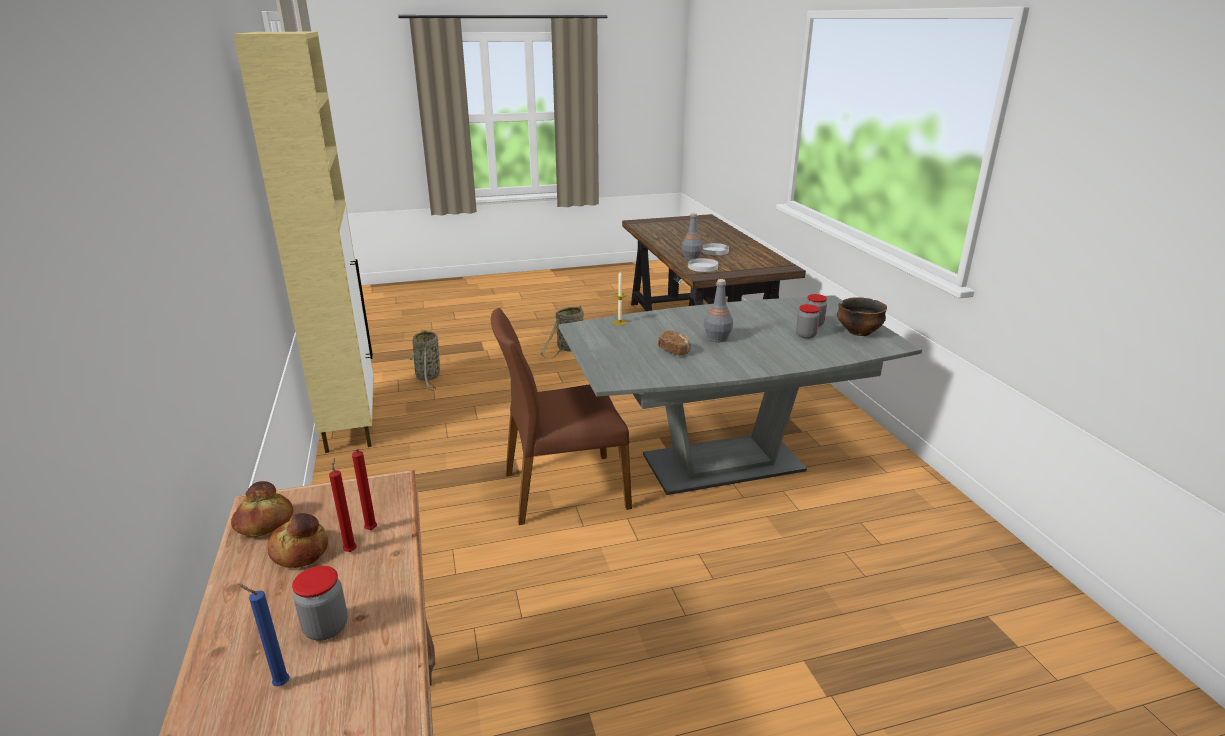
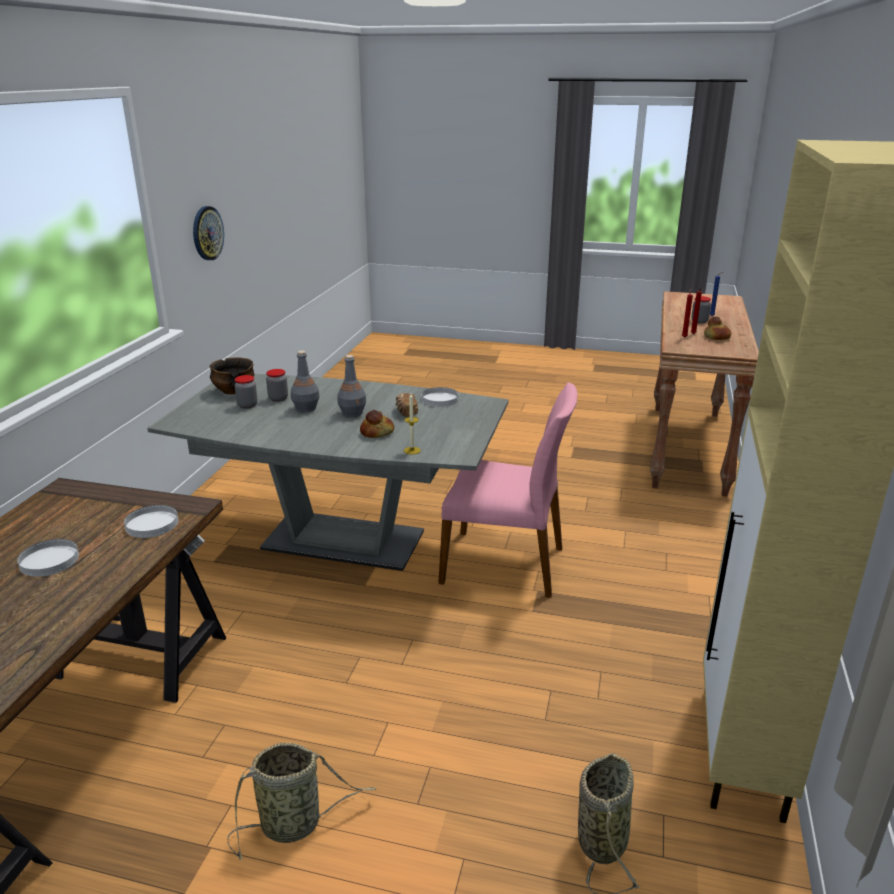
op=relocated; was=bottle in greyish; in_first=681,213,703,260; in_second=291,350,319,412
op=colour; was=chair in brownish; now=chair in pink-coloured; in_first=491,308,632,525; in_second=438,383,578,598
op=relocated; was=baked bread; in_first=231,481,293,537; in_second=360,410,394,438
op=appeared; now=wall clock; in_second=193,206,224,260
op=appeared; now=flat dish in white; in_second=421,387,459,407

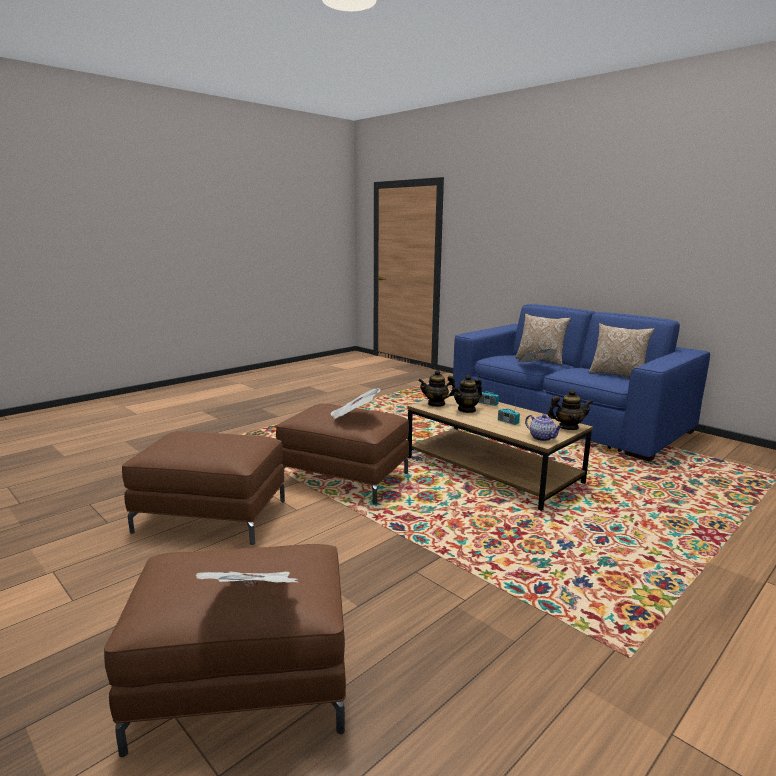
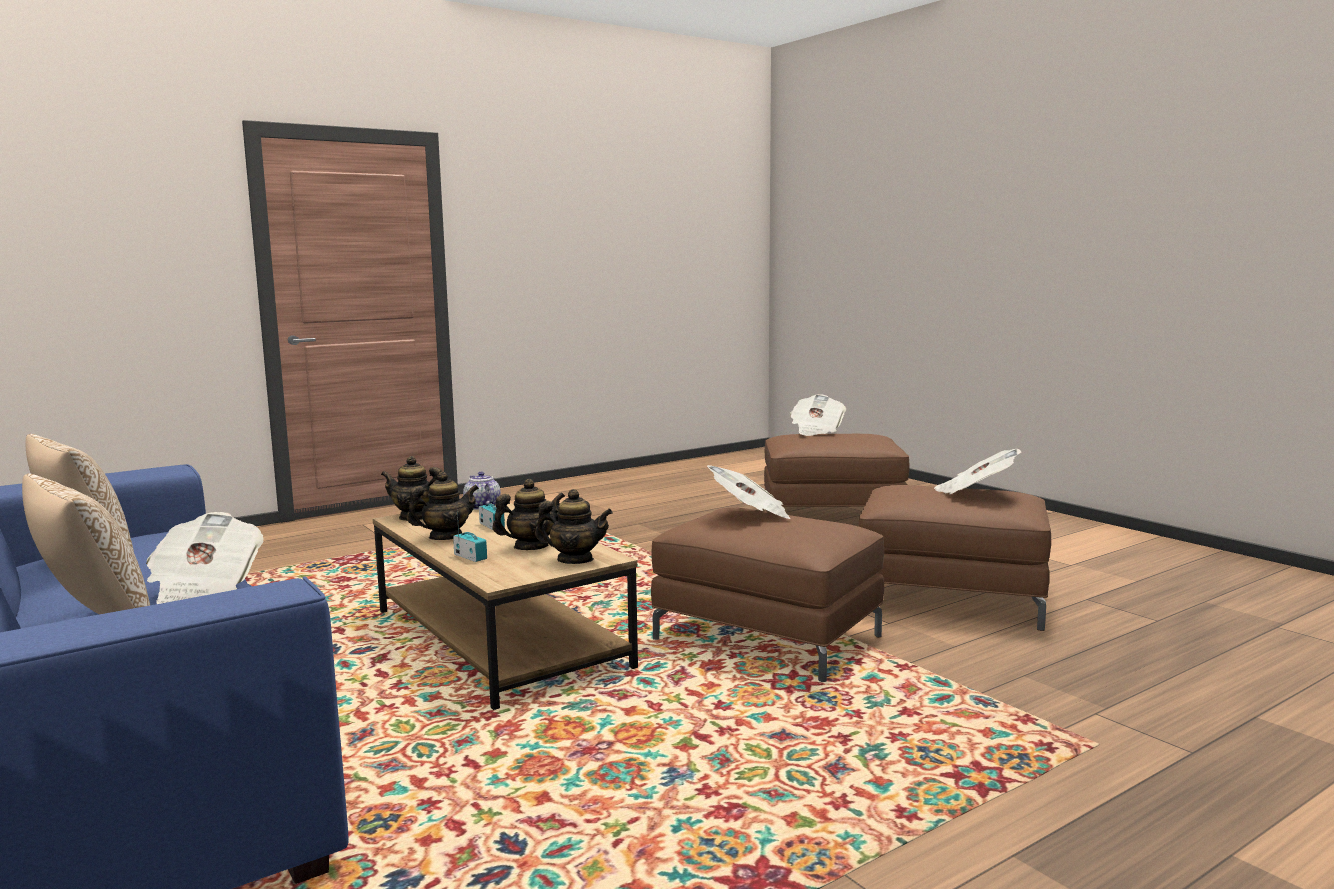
op=appeared; now=printed paper; in_second=934,449,1022,494
op=appeared; now=tea pot; in_second=407,472,479,540

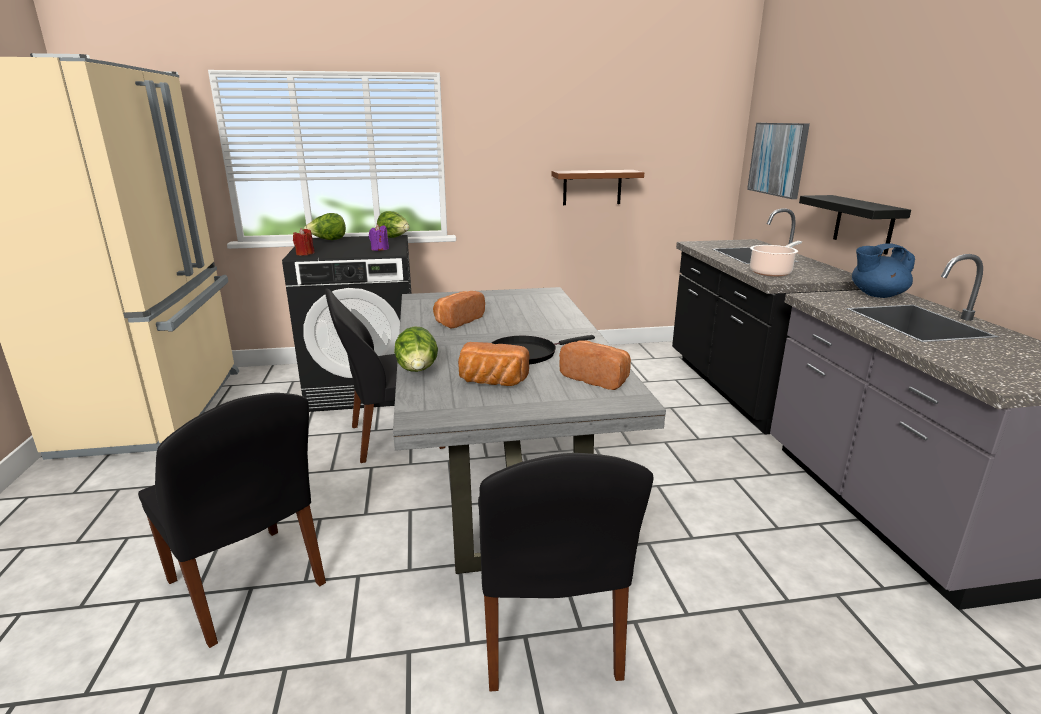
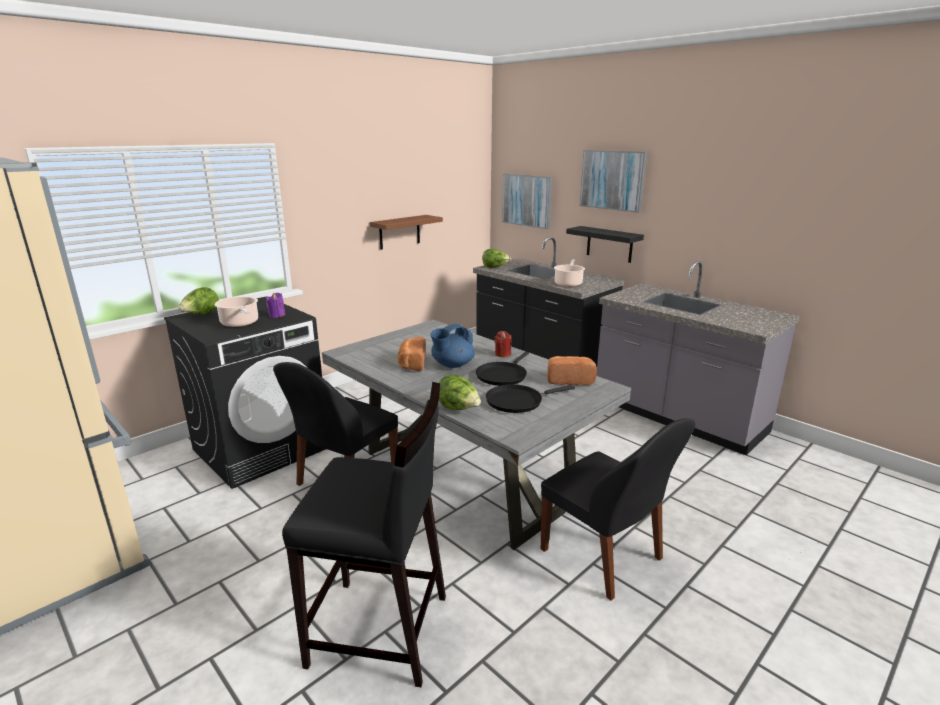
op=relocated; was=lettuce; in_first=377,211,410,238; in_second=482,249,511,268
op=relocated; was=candle in reddish; in_first=293,228,314,255; in_second=494,331,512,357
op=relocated; was=tea pot in bluish; in_first=852,243,915,298; in_second=430,324,475,368
op=exchanged; was=baked bread; now=frying pan in black; in_first=458,342,530,386; in_second=486,384,575,413
op=exchanged; was=chair in black; now=stool in black; in_first=138,393,326,648; in_second=282,382,446,687
op=appeared; now=wall art; in_second=580,150,647,213
op=appeared; now=saucepot; in_second=214,296,258,327

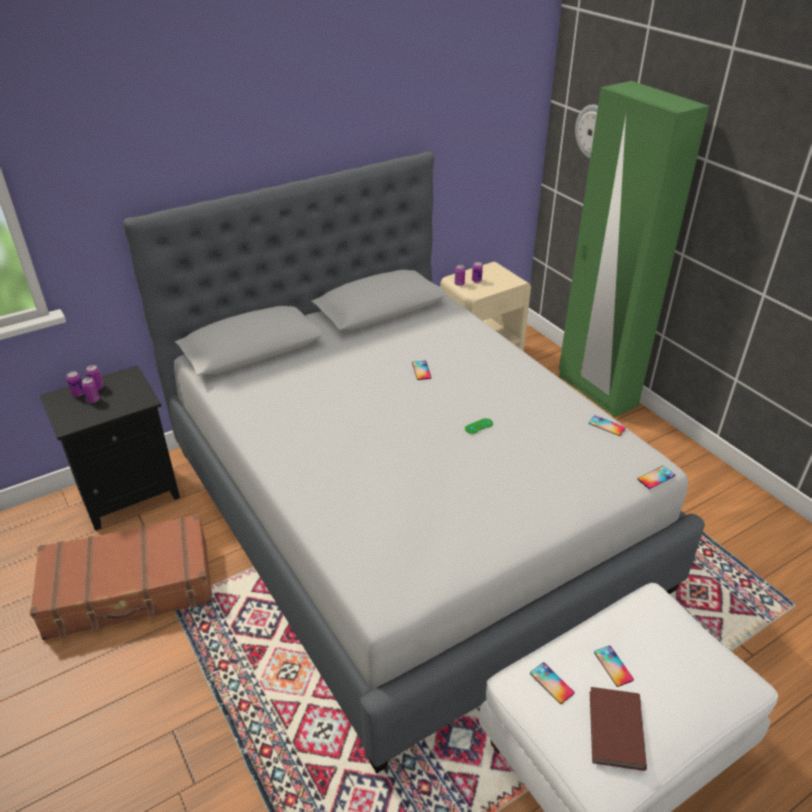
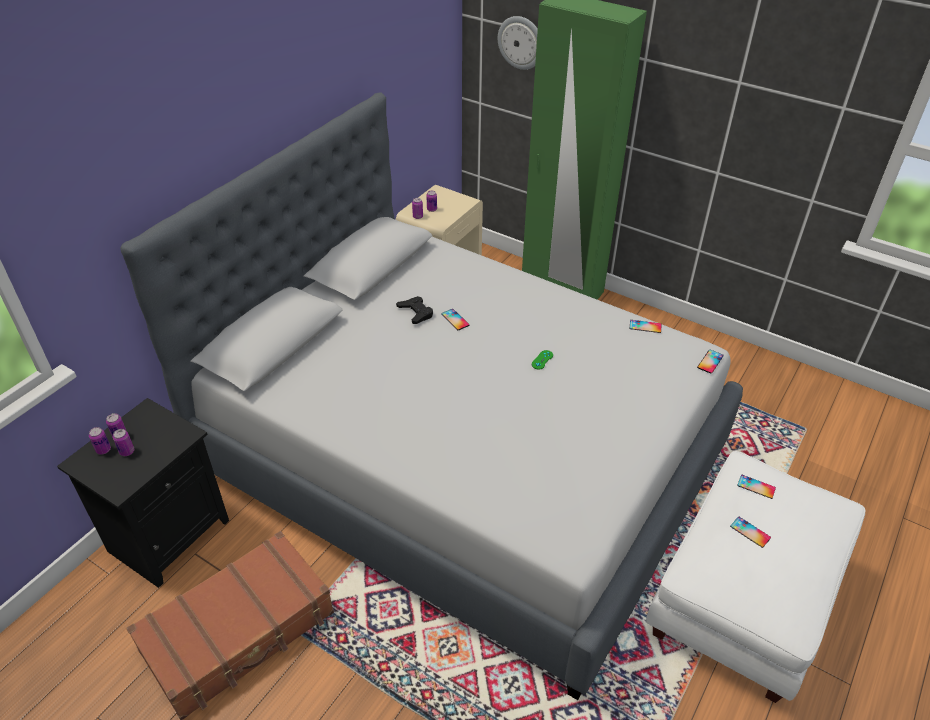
op=relocated; was=handset; in_first=530,662,575,704; in_second=737,475,776,499
op=missing; was=book in brownish; in_first=590,687,647,771
op=appeared; now=gamepad in black; in_second=396,296,433,324

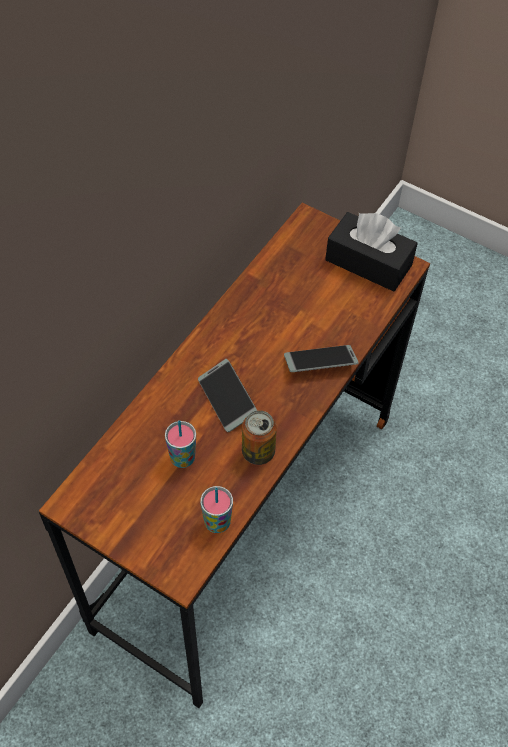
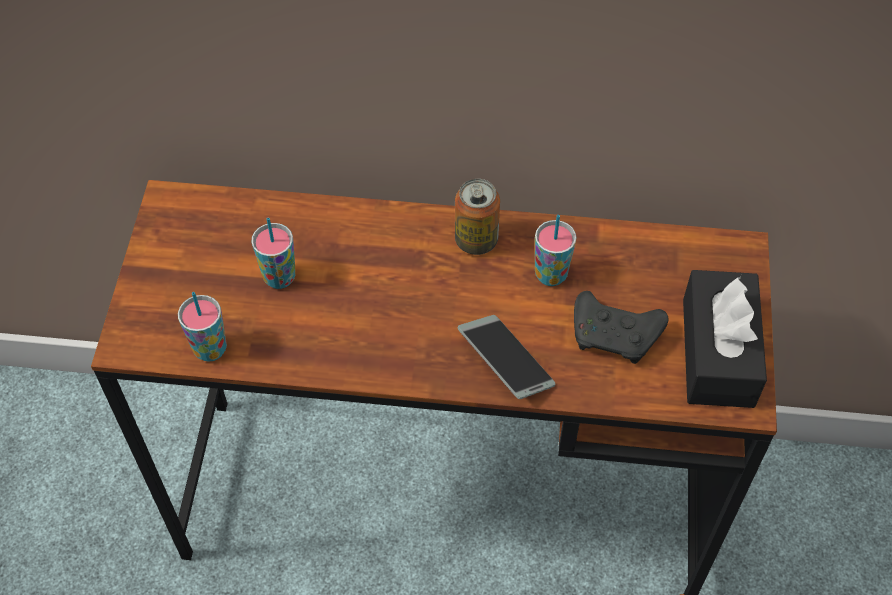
op=missing; was=handset; in_first=198,359,257,432
op=relocated; was=sealed can; in_first=242,410,277,465; in_second=455,179,500,255
op=appeared; now=small cup; in_second=535,215,577,286
op=appeared; now=gamepad in black; in_second=574,291,668,364

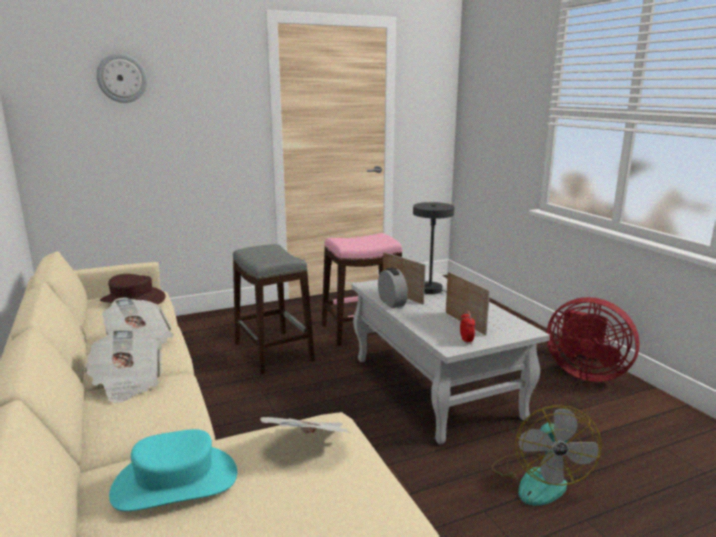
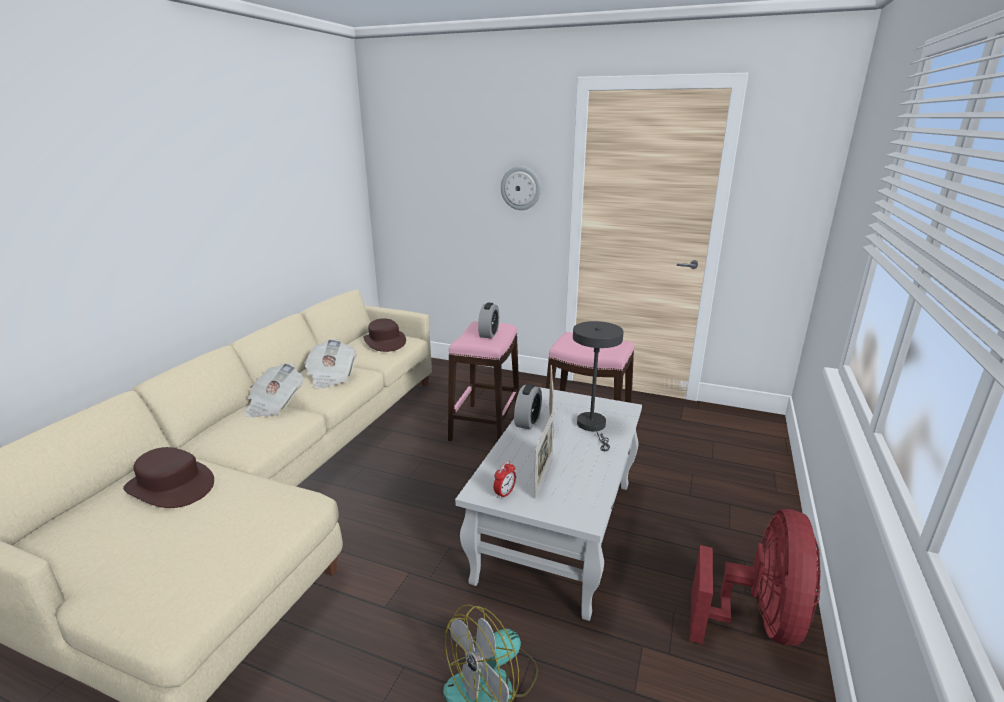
op=relocated; was=wall clock; in_first=96,53,147,103; in_second=501,166,541,210
op=colour; was=stool in greyish; now=stool in pink-coloured; in_first=233,244,315,375; in_second=448,321,519,441
op=spun; was=electric fan in reddish; in_first=546,297,639,382; in_second=690,509,820,646; clockwise=-150
op=missing; was=printed paper; in_first=260,417,350,434
op=colour; was=hat in blue-green; now=hat in brownish; in_first=109,429,237,511; in_second=123,447,214,508
op=appeared; now=table clock; in_second=478,303,499,338

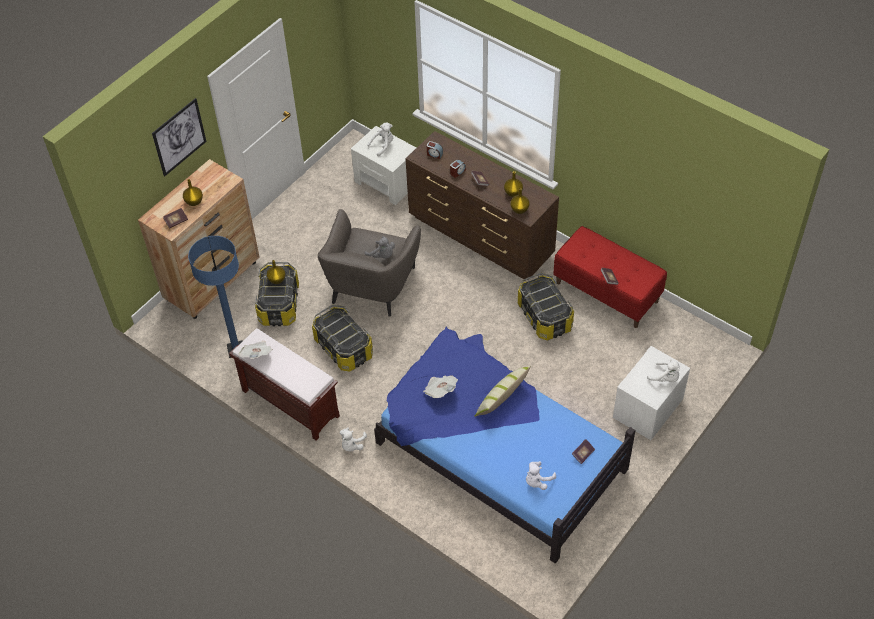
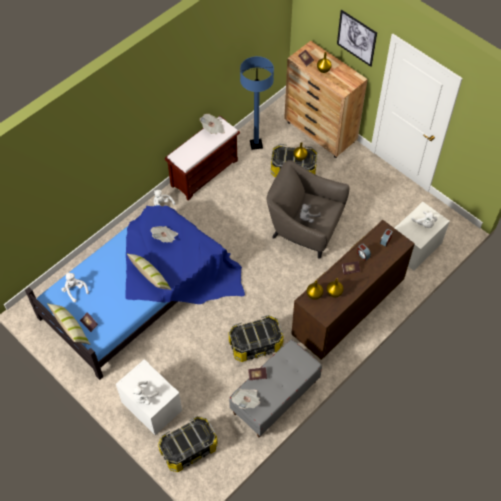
op=colour; was=indoor bench in reddish; now=indoor bench in greyish; in_first=553,226,667,328; in_second=229,339,322,437
op=relocated; was=storage container; in_first=312,305,373,371; in_second=158,416,218,472
op=appeared; now=pillow; in_second=47,303,91,345
op=appeared; now=printed paper; in_second=232,389,260,409

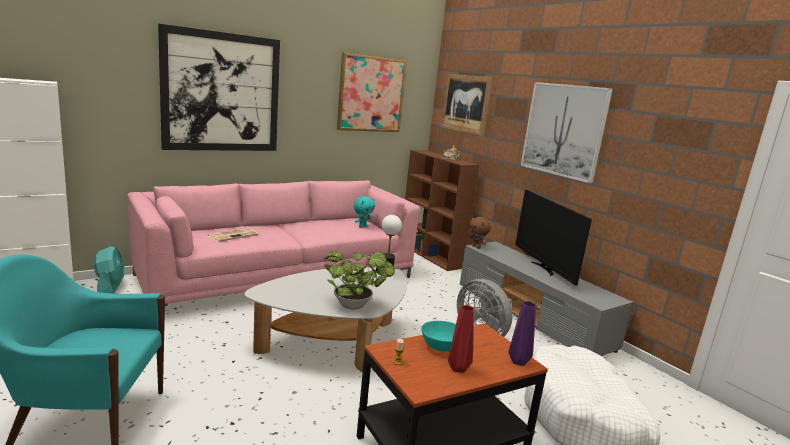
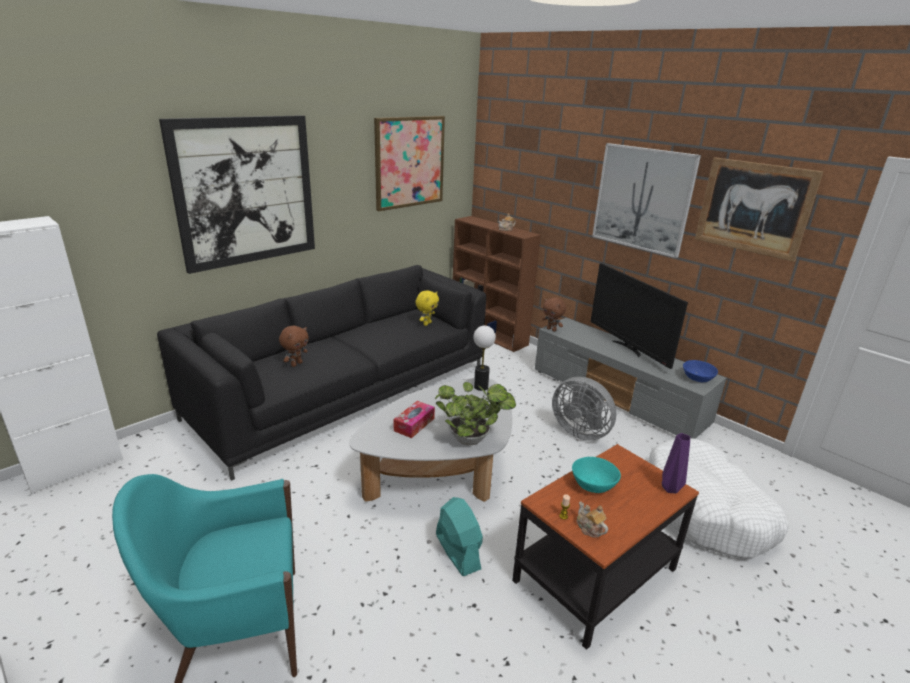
op=relocated; was=wall art; in_first=440,74,493,136; in_second=695,157,824,262
op=colour; was=settee in pink-coloured; now=settee in black; in_first=127,180,419,306; in_second=157,265,486,481
op=colour; was=soft toy in blue-green; now=soft toy in yellow; in_first=354,196,375,228; in_second=415,290,439,326
op=exchanged; was=printed paper; now=soft toy in brownish; in_first=208,228,259,242; in_second=279,326,309,367
op=relocated; was=electric fan in blue-green; in_first=94,246,124,294; in_second=436,497,483,576
op=missing; was=decorative vase in reddish; in_first=448,305,474,373
op=appeared; now=bowl in bluish; in_second=683,360,718,382
op=appeared; now=box of tissues; in_second=394,401,435,438
op=appeared; now=tea pot; in_second=577,502,608,538

